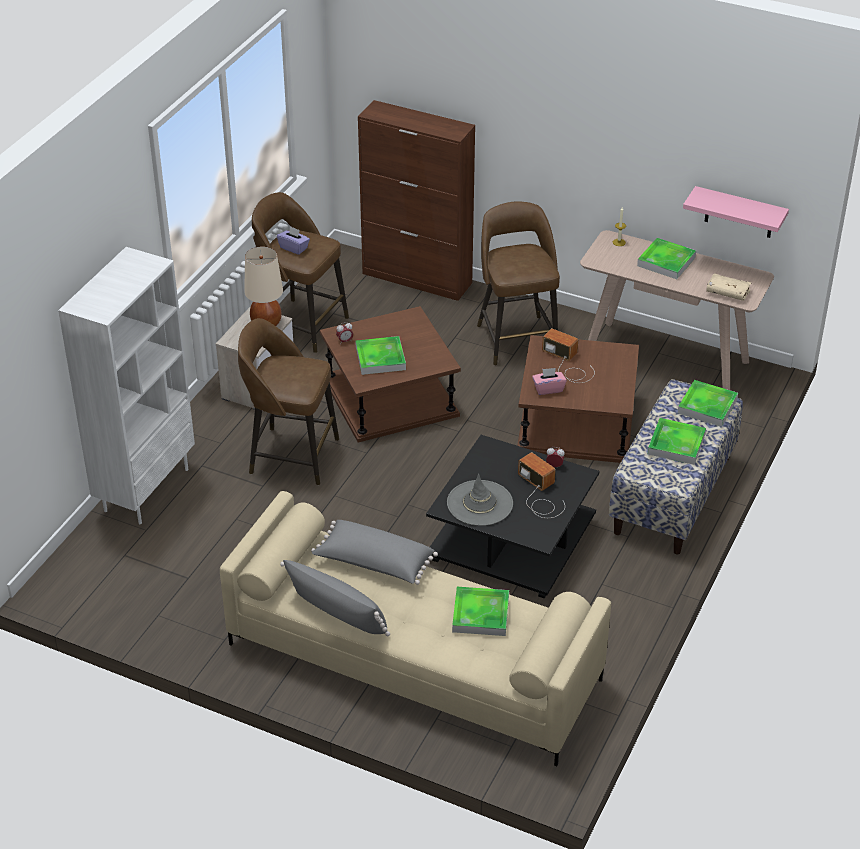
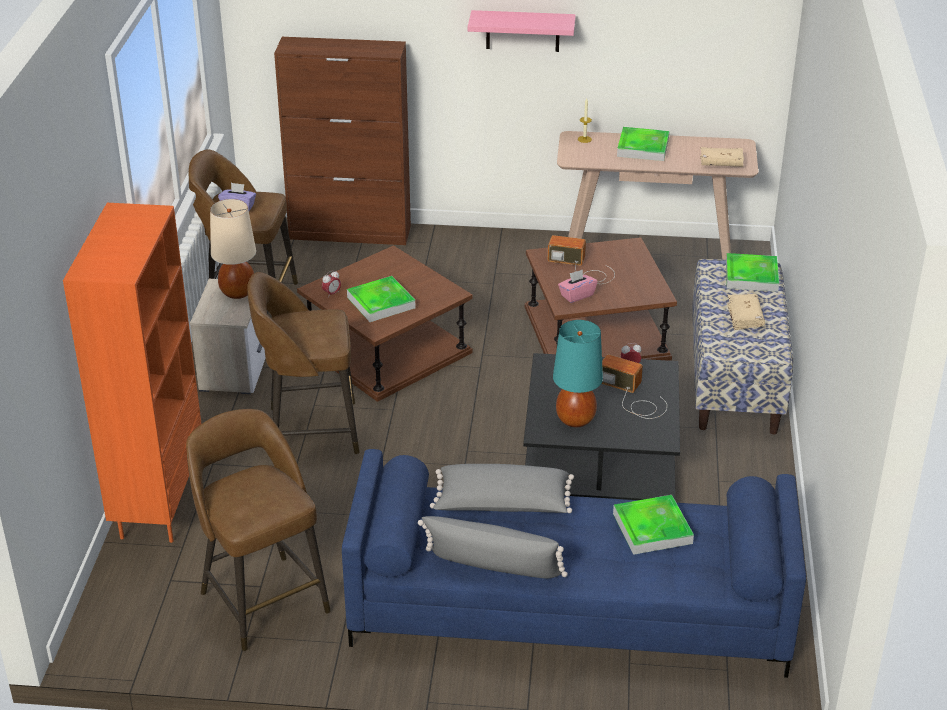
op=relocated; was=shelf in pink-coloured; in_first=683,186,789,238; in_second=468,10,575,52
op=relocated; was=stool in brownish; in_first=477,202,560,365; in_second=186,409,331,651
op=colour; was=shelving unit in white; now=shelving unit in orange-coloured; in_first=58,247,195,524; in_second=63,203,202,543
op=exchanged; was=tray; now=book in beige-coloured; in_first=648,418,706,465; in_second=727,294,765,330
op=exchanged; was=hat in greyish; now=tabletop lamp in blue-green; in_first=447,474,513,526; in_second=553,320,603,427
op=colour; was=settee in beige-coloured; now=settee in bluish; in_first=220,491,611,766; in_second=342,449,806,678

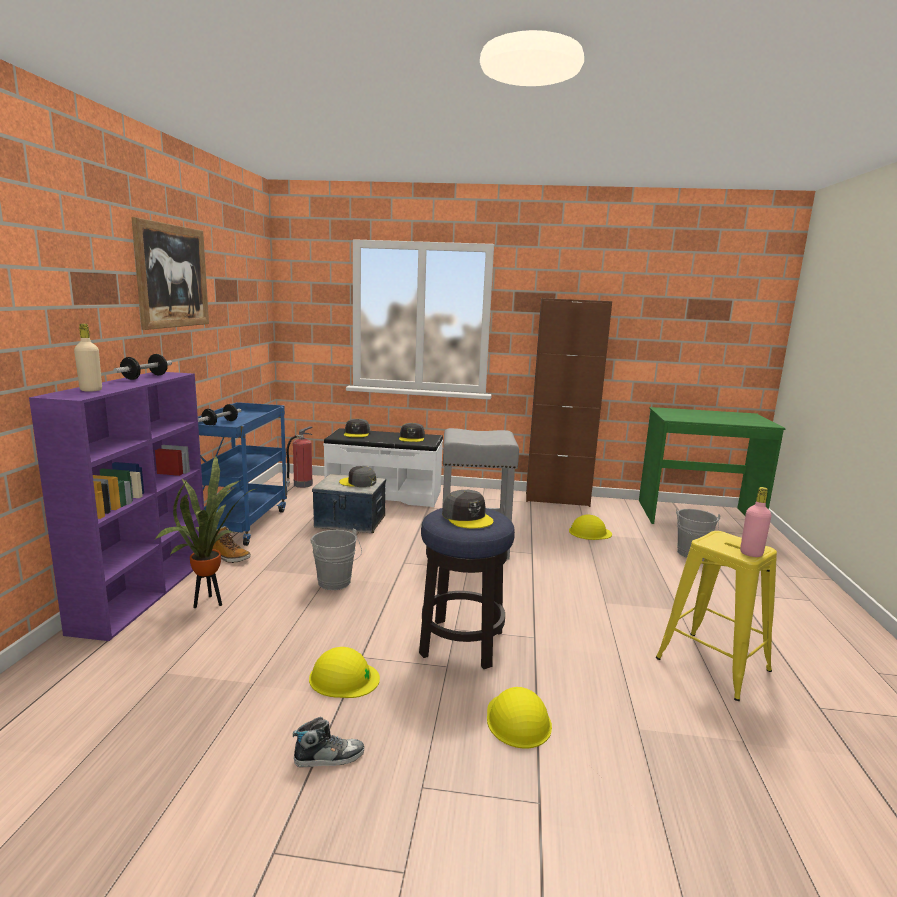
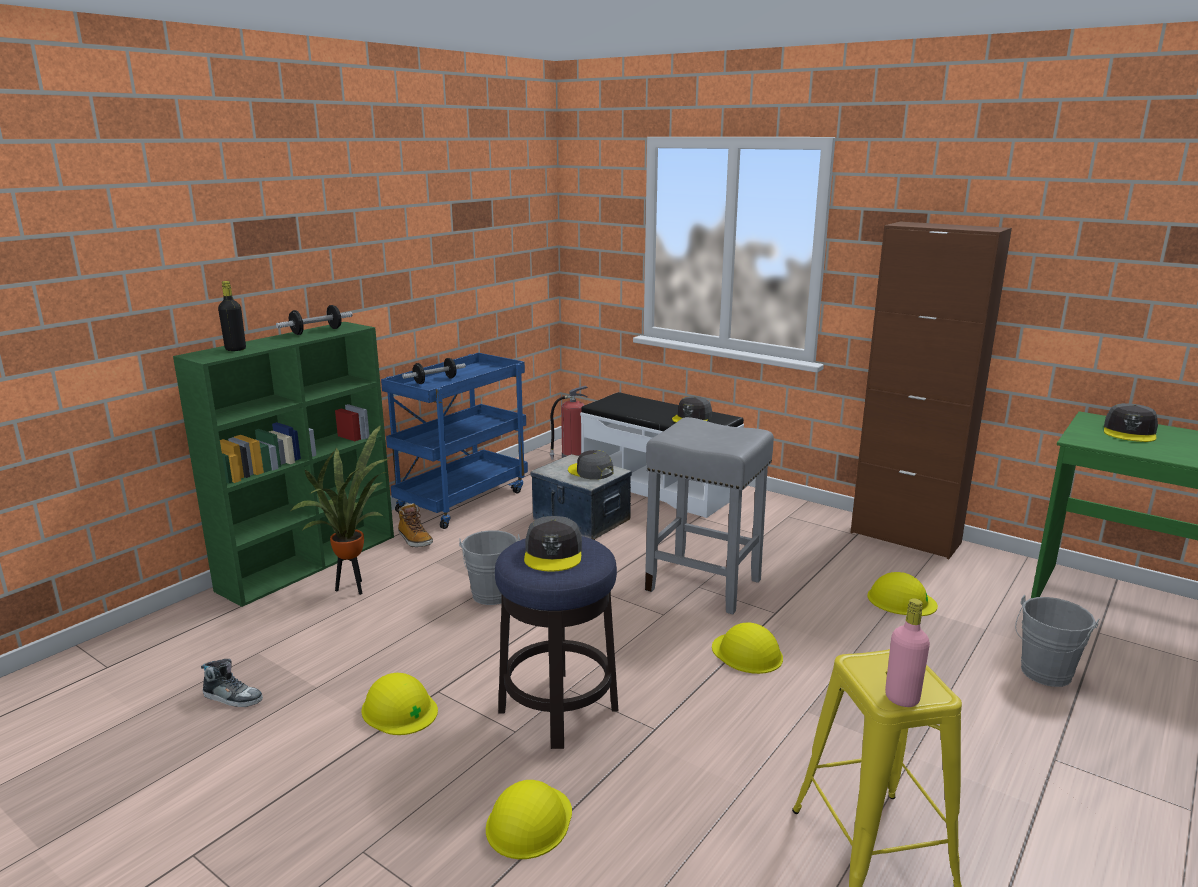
op=missing; was=wall art; in_first=131,217,209,330
op=colour; was=bottle in beige-coloured; now=bottle in black; in_first=74,324,102,391; in_second=218,281,246,351
op=colour; was=shelving unit in purple-coloured; now=shelving unit in greenish; in_first=29,372,204,641; in_second=173,322,394,607
op=relocated; was=cap in greyish; in_first=344,419,370,437; in_second=1104,403,1158,442
op=relocated; was=item of footwear; in_first=293,717,364,767; in_second=201,659,263,707
op=appeared; now=safety helmet in yellow; in_second=712,622,783,674

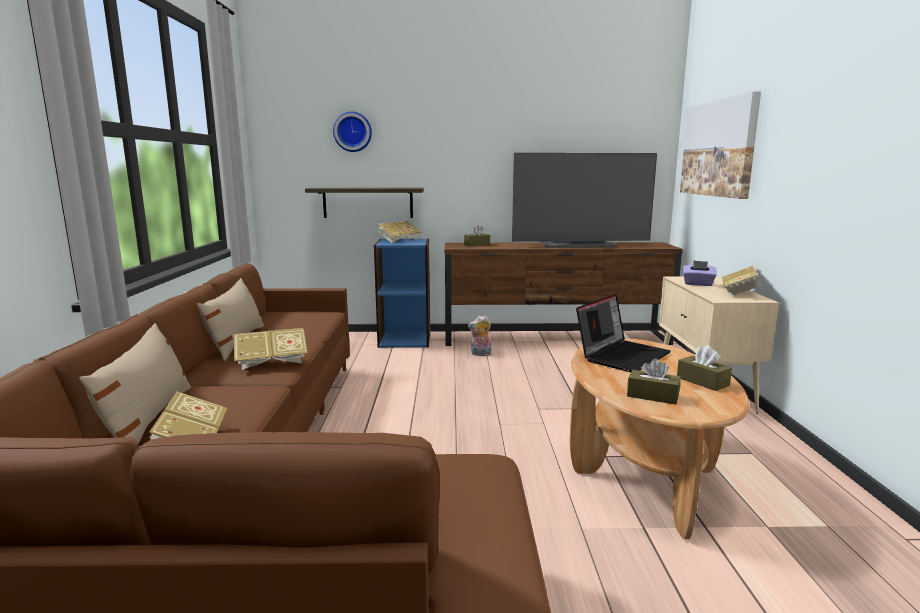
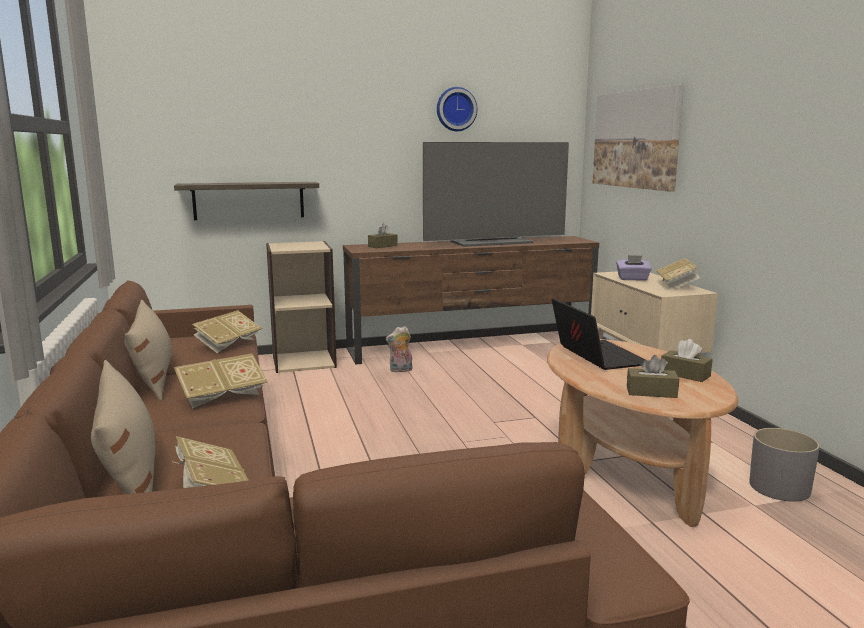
op=relocated; was=wall clock; in_first=333,112,372,152; in_second=437,87,477,131
op=relocated; was=book; in_first=378,221,422,243; in_second=192,311,262,353
op=colour; was=shelving unit in bluish; now=shelving unit in beige-coloured; in_first=374,239,430,348; in_second=266,241,337,373
op=spun; was=notebook computer; in_first=576,294,671,372; in_second=552,298,648,370; clockwise=-45
op=appeared; now=plant pot in greyish; in_second=749,428,820,502

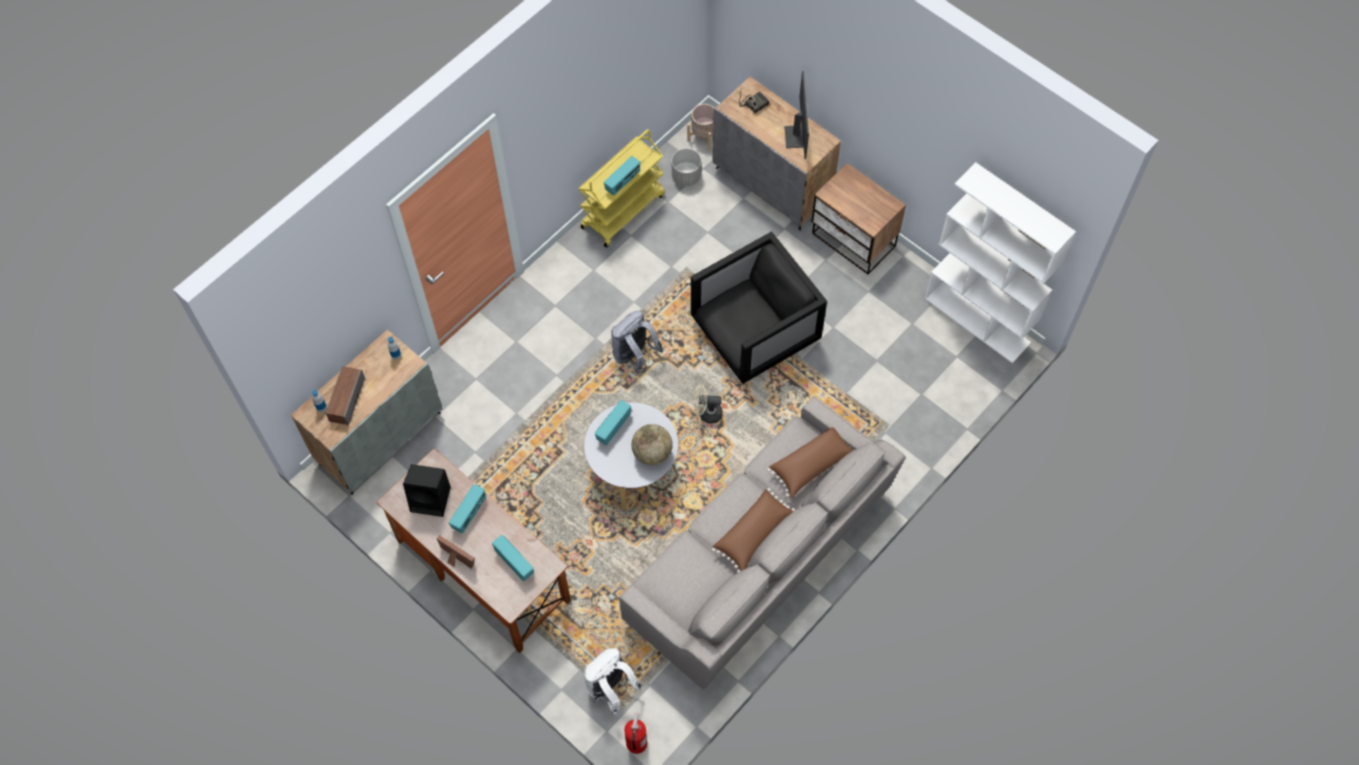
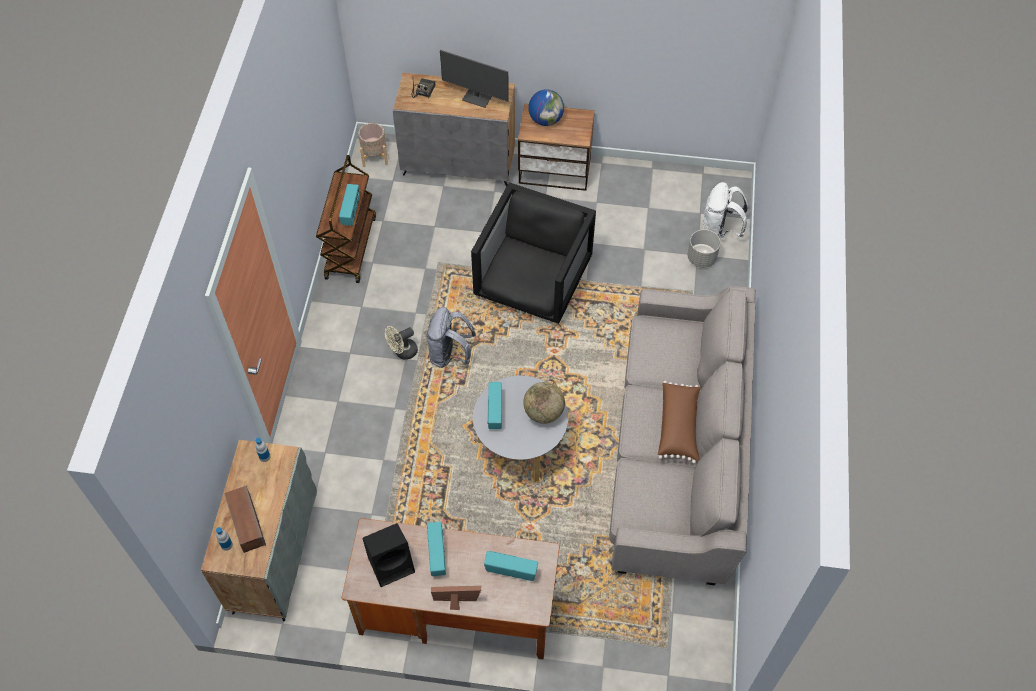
op=spun; was=computer screen; in_first=784,71,809,159; in_second=440,50,509,108; clockwise=150
op=colour; was=cart in yellow; now=cart in brownish; in_first=579,129,665,248; in_second=316,155,376,283
op=relocated; was=plant pot in greyish; in_first=672,148,701,186; in_second=687,229,721,268
op=missing; was=shelving unit in white; in_first=924,162,1076,363
op=relocated; was=electric fan in beige-coloured; in_first=693,385,723,423; in_second=385,326,418,360
op=missing; was=pillow in brownish; in_first=767,427,854,498
op=relocated; was=rucksack in white; in_first=584,648,643,715; in_second=704,182,748,238
op=missing; was=fire-fighting cylinder; in_first=624,713,647,754
op=appeared; now=desk globe; in_second=528,89,564,126

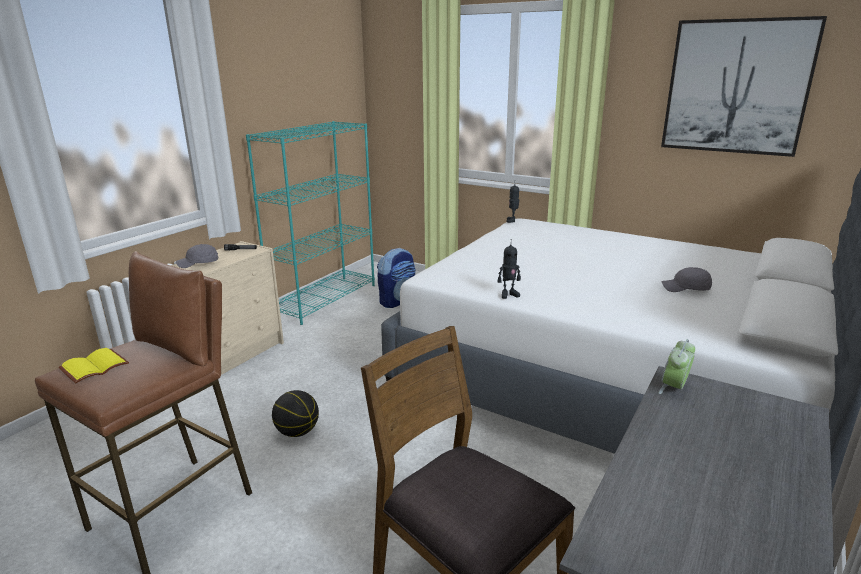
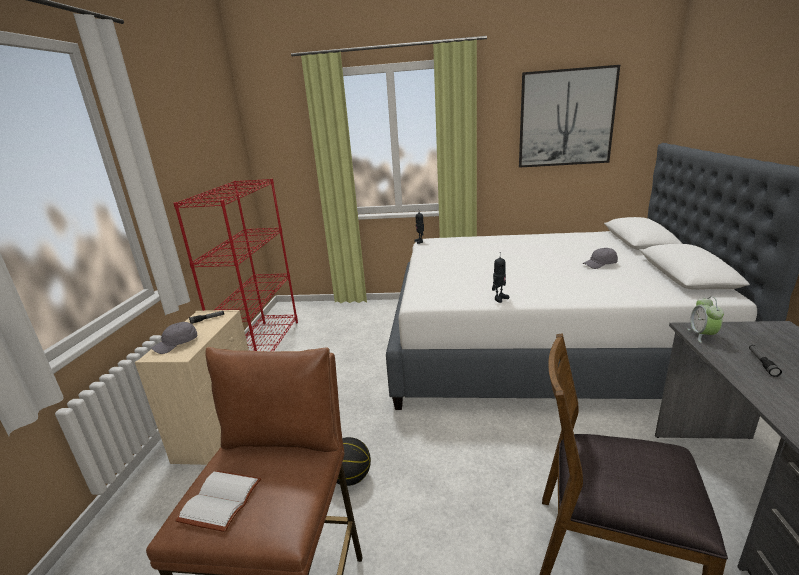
op=colour; was=shelving unit in blue-green; now=shelving unit in reddish; in_first=246,121,375,325; in_second=174,179,298,351
op=missing; was=rucksack; in_first=377,248,416,308
op=colour; was=book in yellow; now=book in white; in_first=58,348,129,383; in_second=175,471,261,532
op=appeared; now=torch; in_second=749,345,782,377

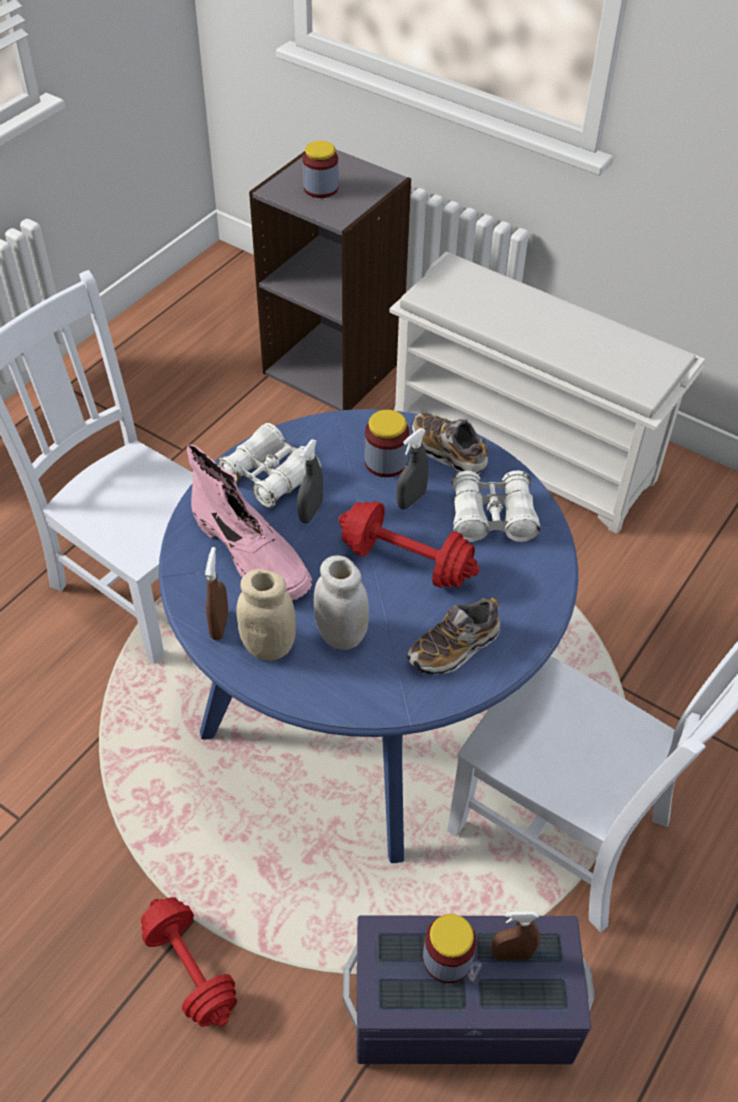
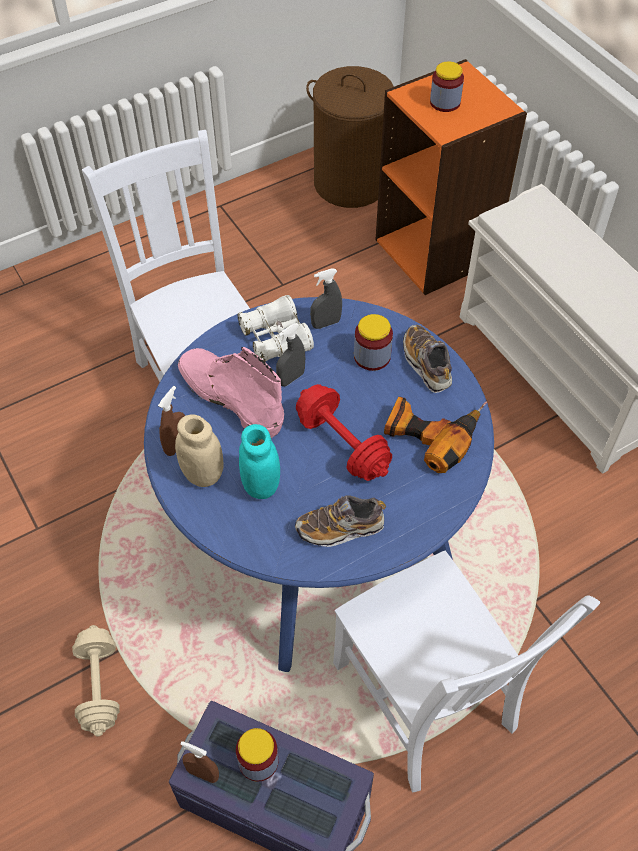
op=colour; was=shelving unit in greyish; now=shelving unit in orange-coloured; in_first=249,149,411,411; in_second=375,59,527,295
op=relocated; was=sprayer in greyish; in_first=397,428,429,509; in_second=310,268,342,329
op=spun; was=tall boot in pink-coloured; in_first=187,444,312,601; in_second=178,347,284,438; clockwise=150
op=exchanged; was=binoculars in white; now=power drill; in_first=451,470,540,542; in_second=384,397,487,473
op=colour; was=jar in white; now=jar in blue-green; in_first=314,555,369,650; in_second=239,424,280,499
op=colour; was=dumbbell in reddish; now=dumbbell in beige-coloured; in_first=141,897,237,1027; in_second=72,625,120,736
op=relocated; was=sprayer in brownish; in_first=491,911,540,960; in_second=180,741,219,783
op=appeared; now=hamper in brownish; in_second=306,66,394,208

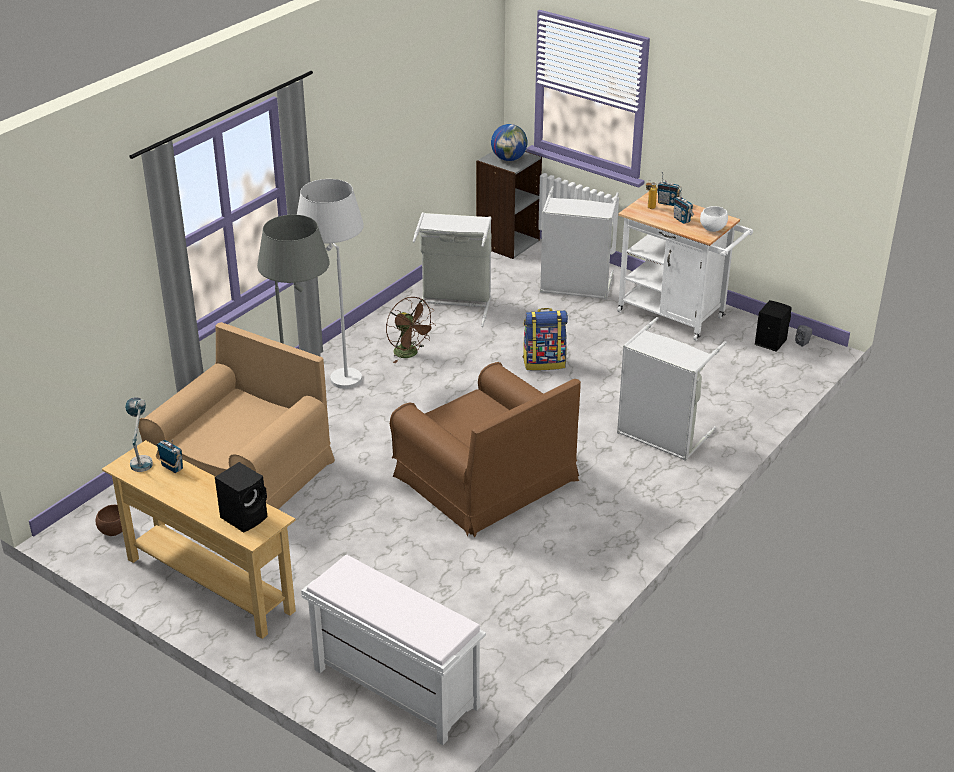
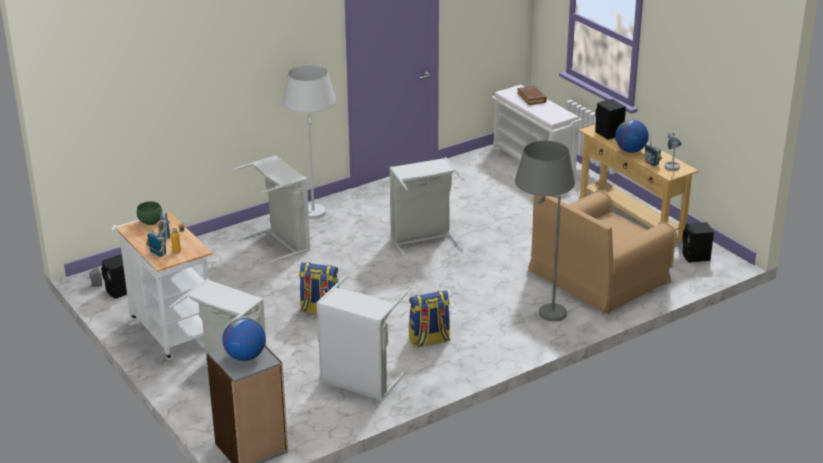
op=relocated; was=floor lamp in white; in_first=297,179,364,389; in_second=282,65,336,219
op=colour; was=bowl in white; now=bowl in greenish; in_first=700,206,728,232; in_second=137,201,162,225
op=exchanged; was=electric fan in brownish; now=rucksack; in_first=386,297,436,363; in_second=409,290,450,348
op=exchanged; was=armchair in brownish; now=hamper in greyish; in_first=390,362,581,538; in_second=389,157,465,261
op=exchanged; was=bowl in brownish; now=audio speaker in black; in_first=95,505,123,536; in_second=682,222,714,263
op=appeared; now=book in brownish; in_second=517,86,547,105
op=appeared; now=desk globe; in_second=615,120,649,153

